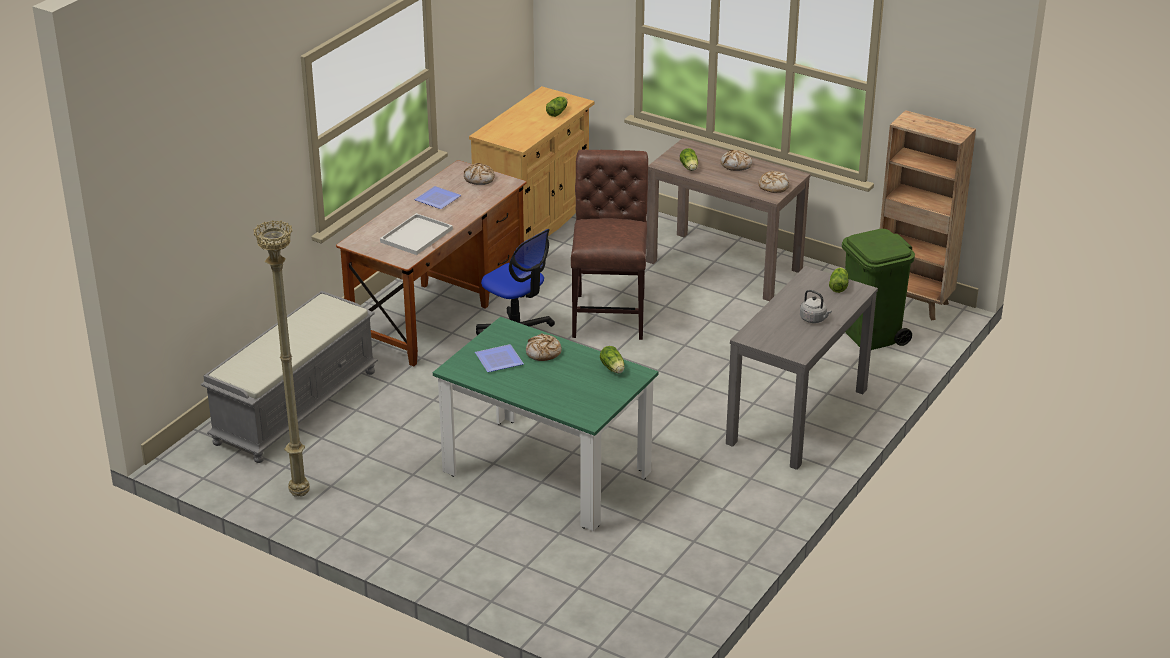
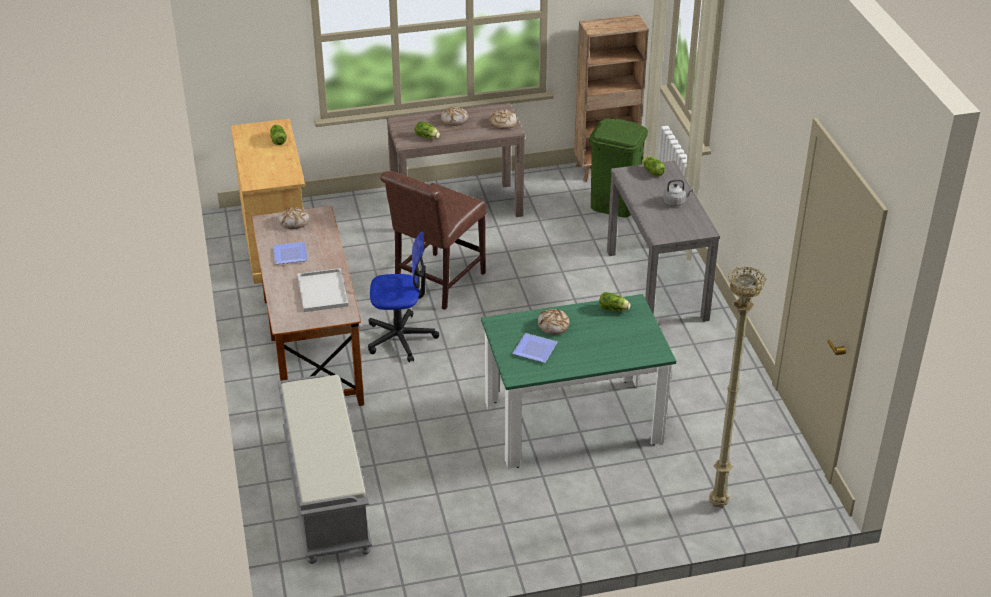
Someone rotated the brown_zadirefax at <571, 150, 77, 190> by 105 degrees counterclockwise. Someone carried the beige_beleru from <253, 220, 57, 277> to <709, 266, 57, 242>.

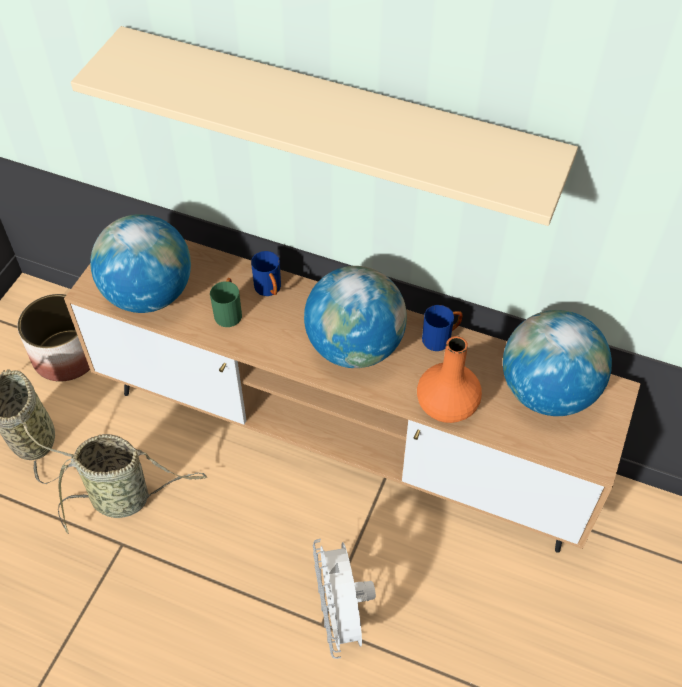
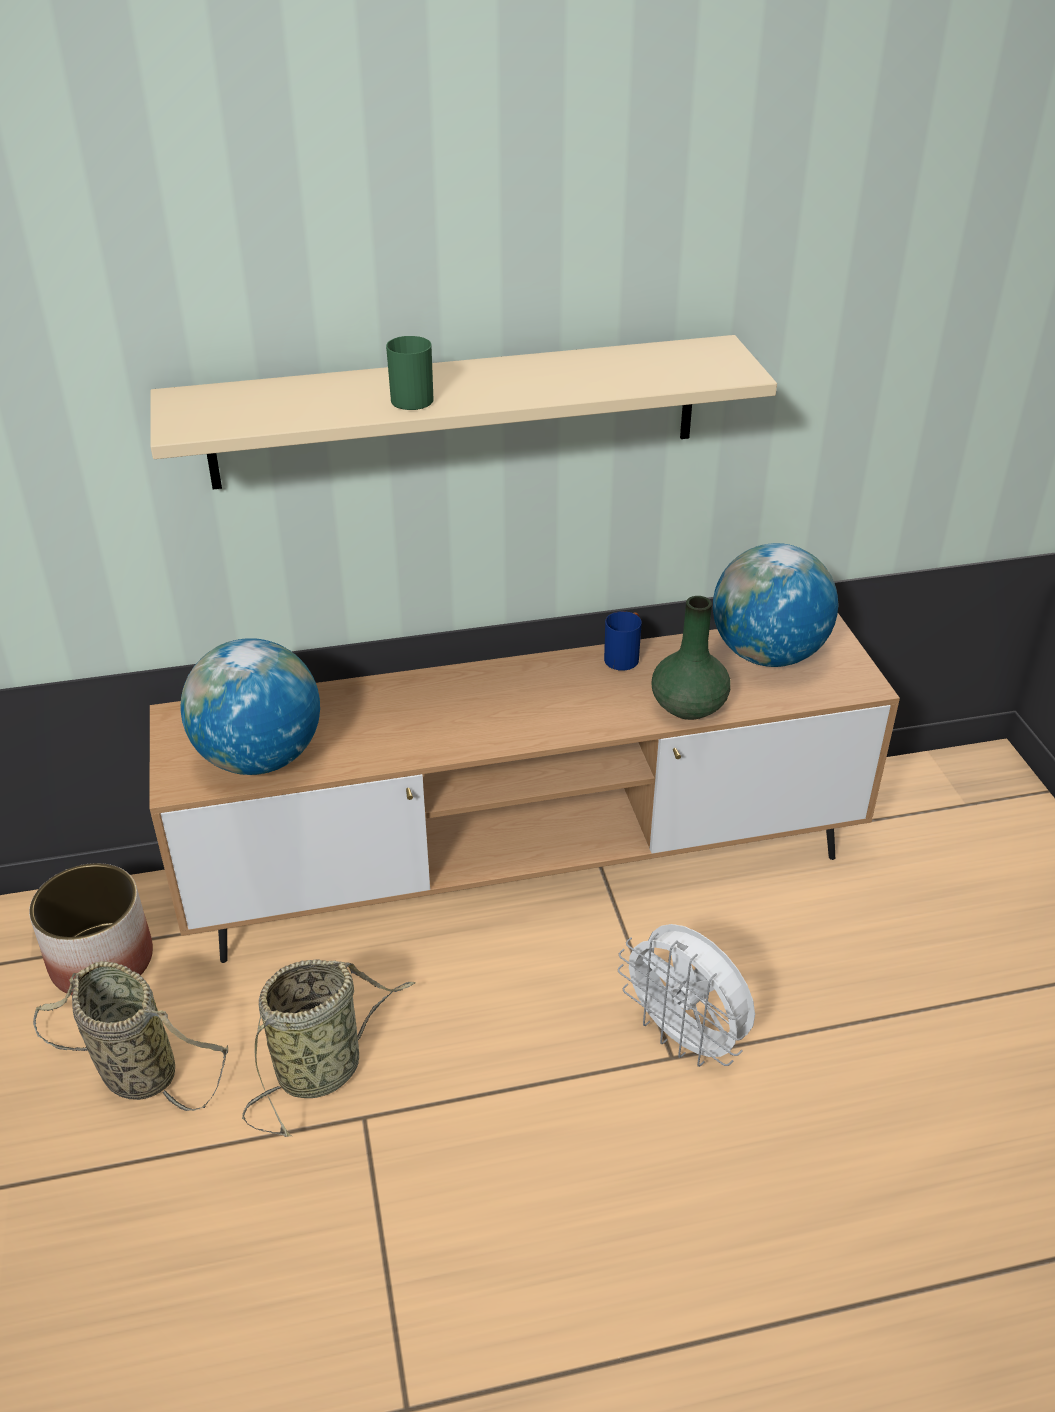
Someone took away the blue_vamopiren at <251, 251, 30, 45>. Someone took away the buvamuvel at <304, 266, 103, 102>. Someone carried the green_vamopiren from <210, 278, 32, 49> to <386, 336, 48, 74>. Someone repainted the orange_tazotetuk at <417, 336, 65, 87>, which became the green_tazotetuk at <651, 596, 79, 124>.

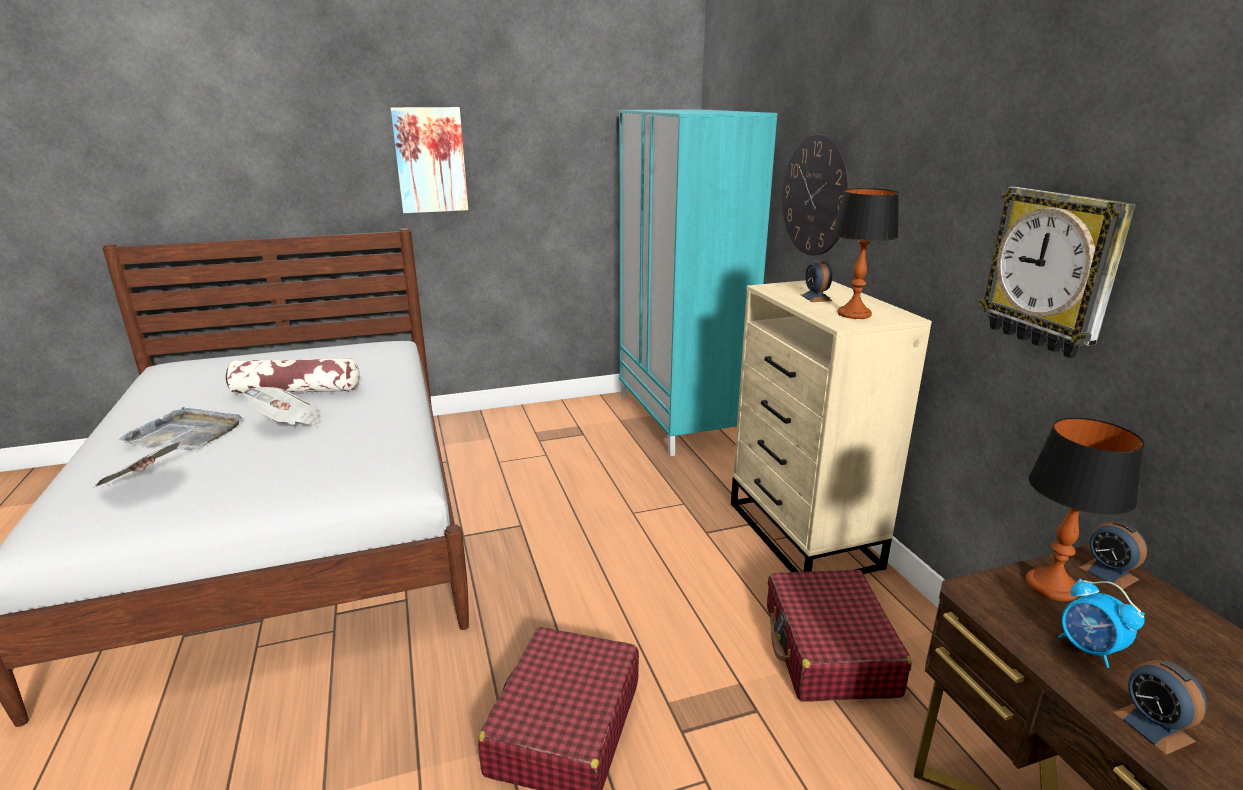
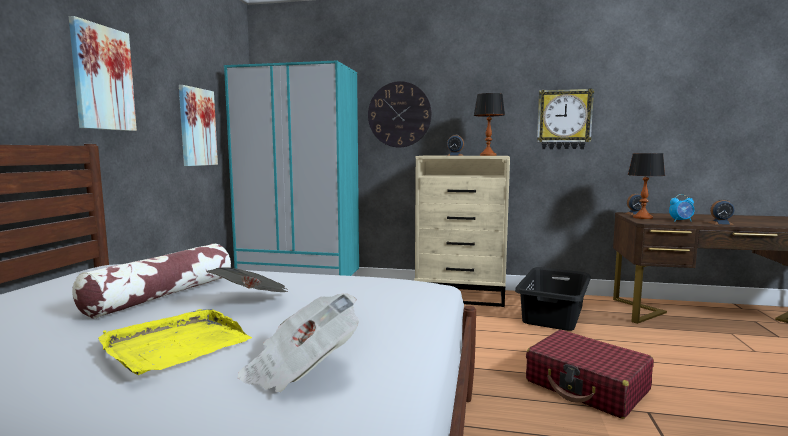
Someone repainted the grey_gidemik at <119, 407, 123, 43>, which became the yellow_gidemik at <98, 309, 154, 66>. Someone swapped the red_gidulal at <767, 570, 145, 132> for the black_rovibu at <515, 267, 76, 64>. Someone put up the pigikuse at <179, 85, 39, 81>.

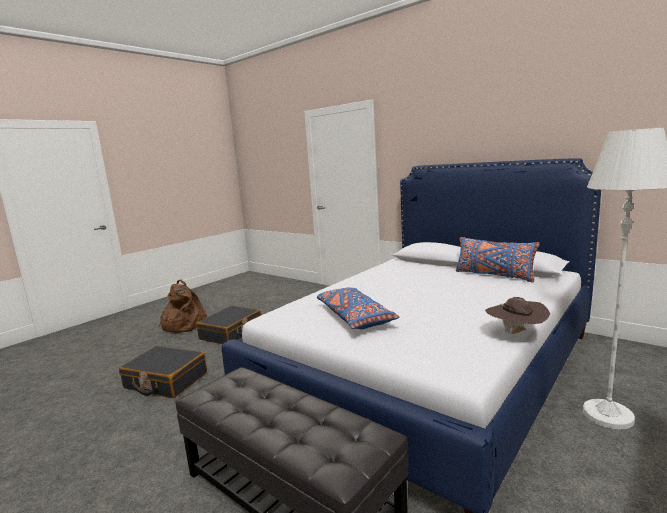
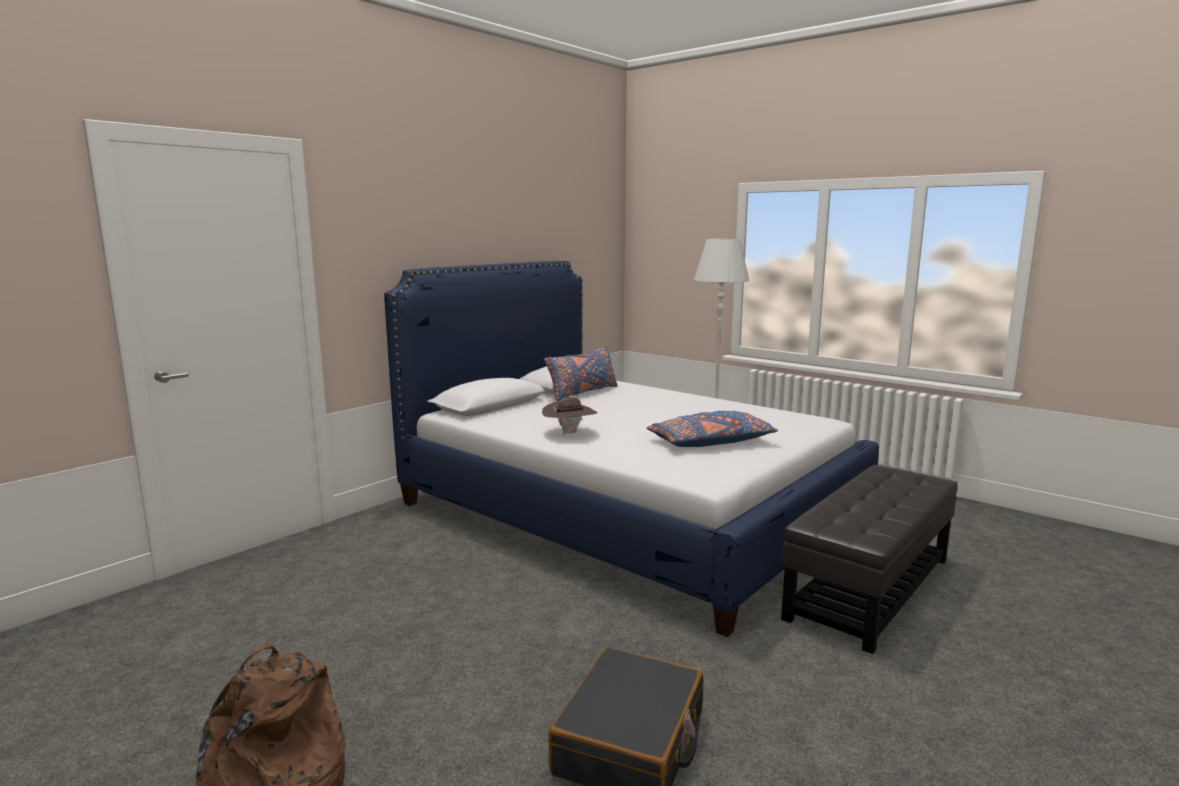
Someone carried the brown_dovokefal from <485, 297, 65, 37> to <542, 397, 55, 39>. Someone took away the black_gidulal at <196, 306, 65, 38>.

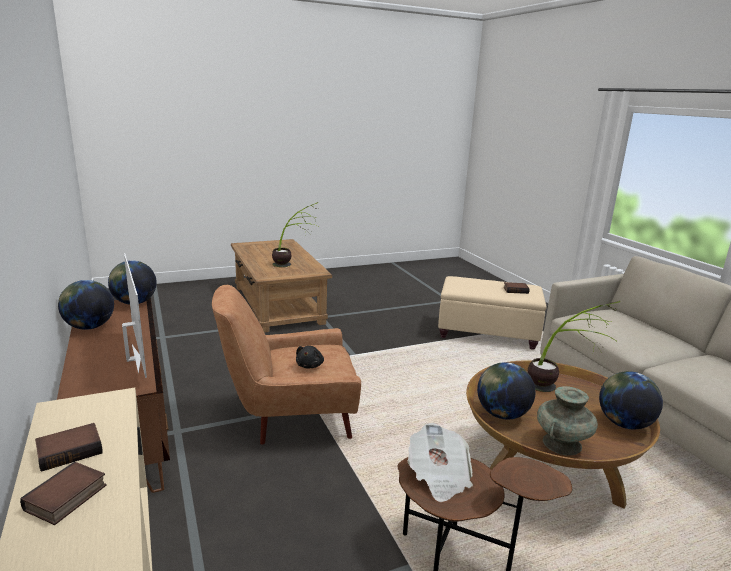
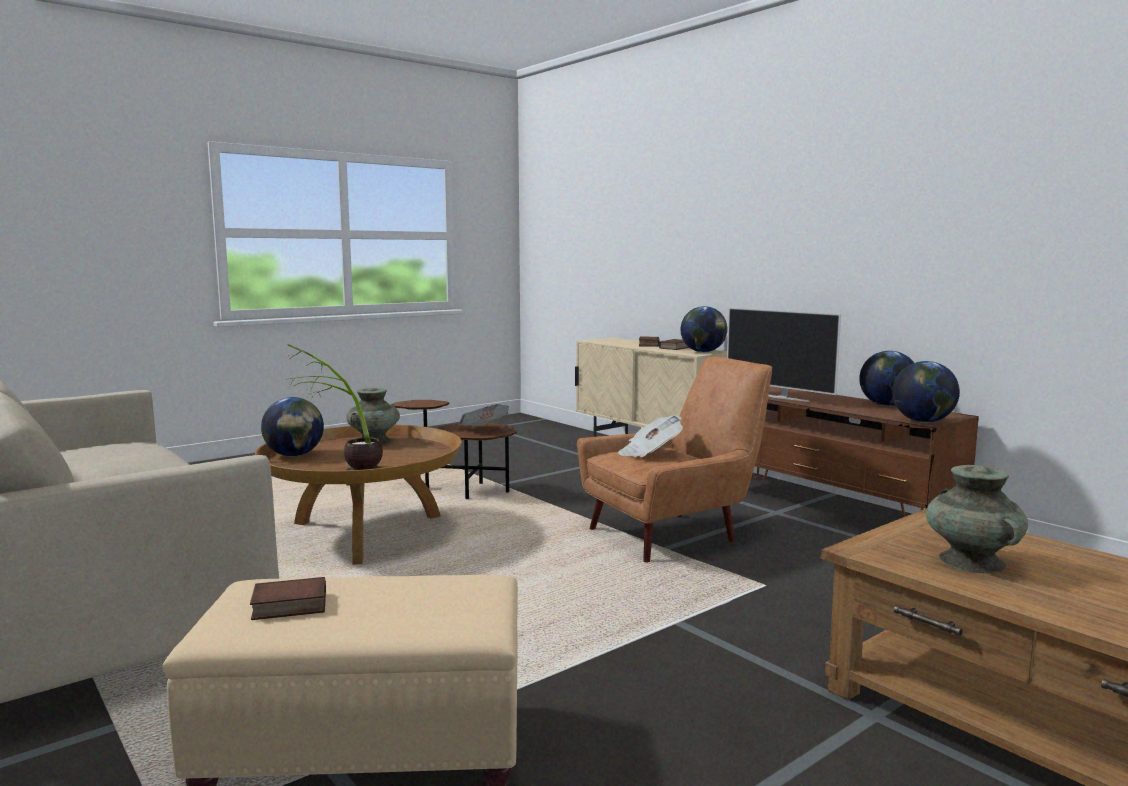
Someone swapped the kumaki at <272, 202, 46, 65> for the turquoise_tazotetuk at <926, 465, 102, 109>. Someone swapped the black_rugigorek at <296, 346, 28, 23> for the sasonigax at <618, 415, 65, 42>. Someone carried the buvamuvel from <477, 362, 58, 58> to <681, 306, 46, 46>.

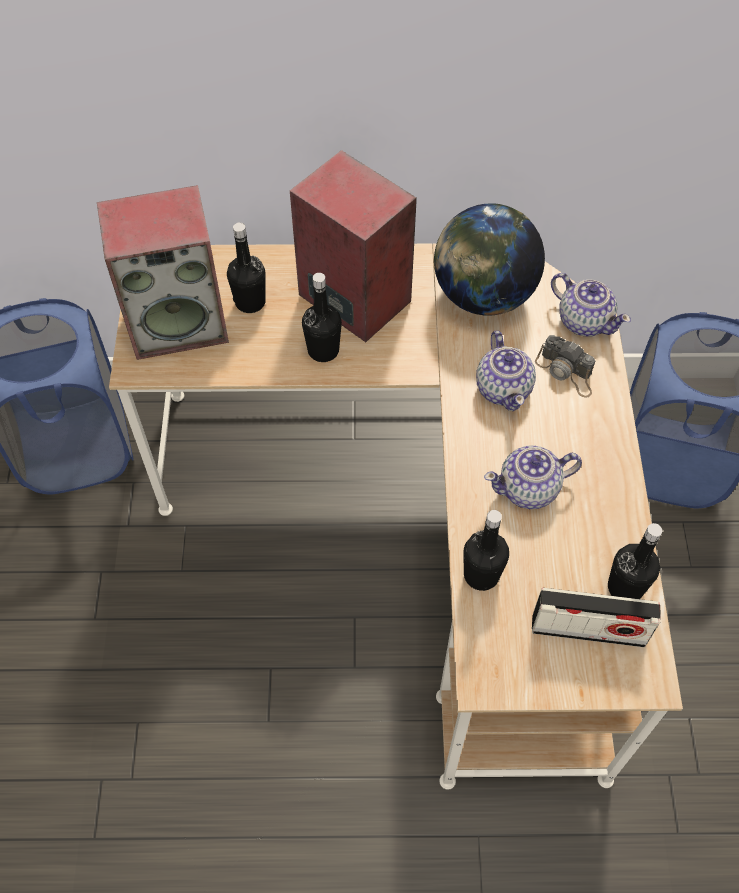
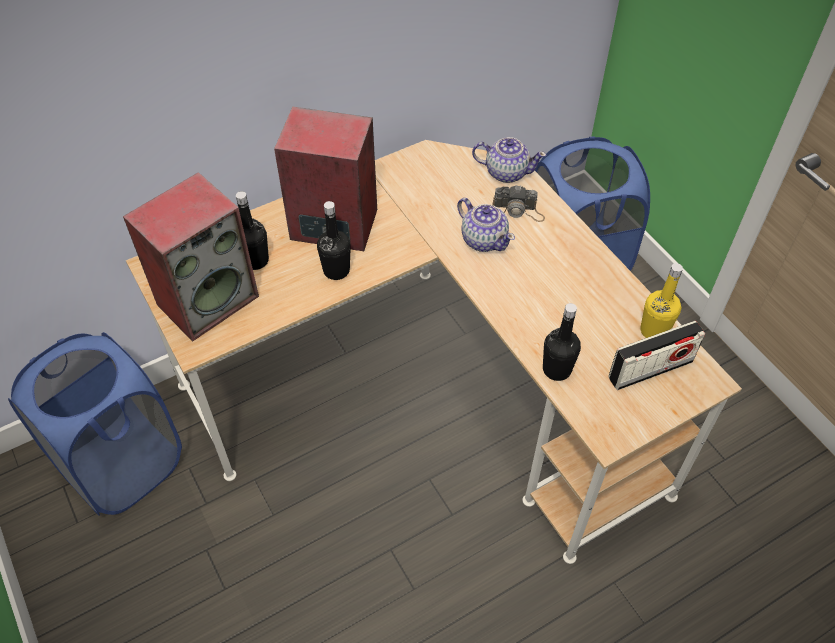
Someone took away the buvamuvel at <434, 203, 111, 113>. Someone took away the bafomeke at <484, 445, 98, 64>. Someone repainted the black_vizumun at <608, 523, 54, 76>, which became the yellow_vizumun at <640, 263, 43, 75>.

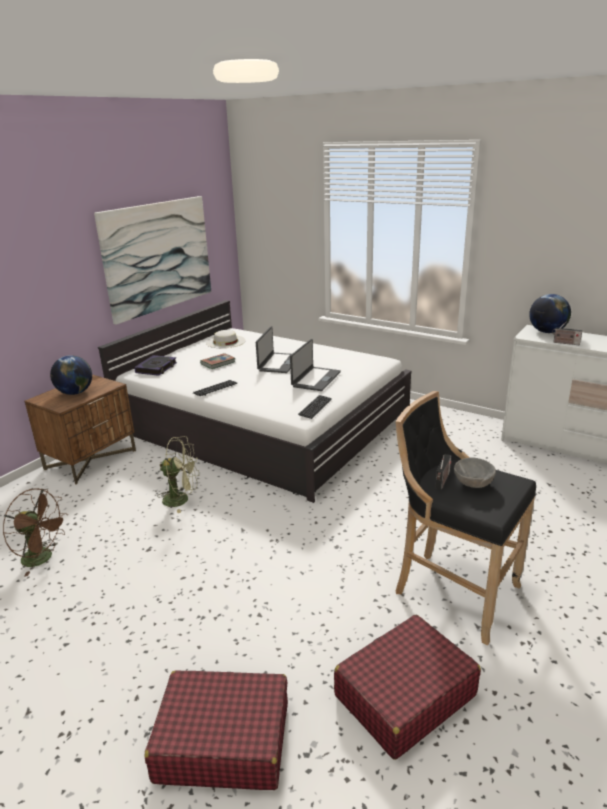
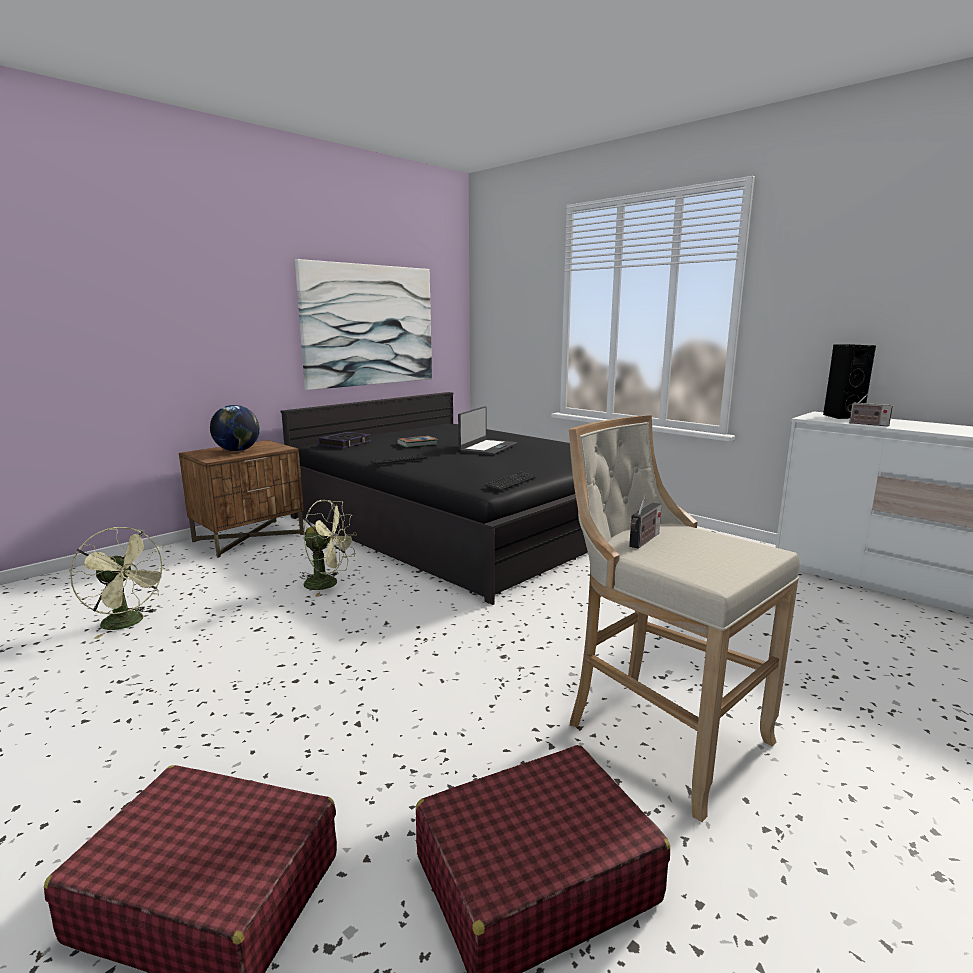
Someone swapped the buvamuvel at <529, 294, 42, 39> for the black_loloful at <823, 344, 53, 75>. Someone repainted the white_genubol at <98, 300, 314, 203>, which became the black_genubol at <281, 392, 307, 213>. Someone took away the white_dovokefal at <206, 330, 39, 18>. Someone took away the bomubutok at <290, 339, 51, 52>. Someone repainted the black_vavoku at <395, 391, 141, 254>, which became the beige_vavoku at <569, 415, 231, 407>. Someone took away the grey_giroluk at <454, 457, 42, 31>. Someone repainted the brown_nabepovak at <3, 488, 65, 88>, which became the green_nabepovak at <70, 527, 99, 112>.

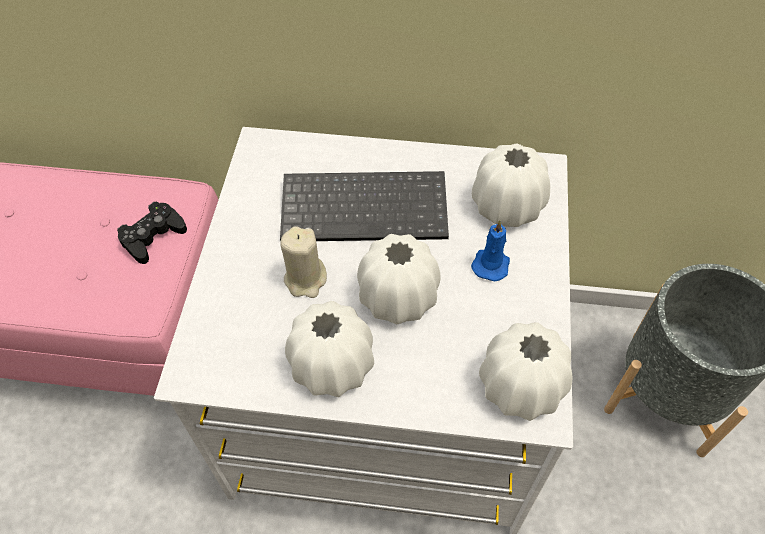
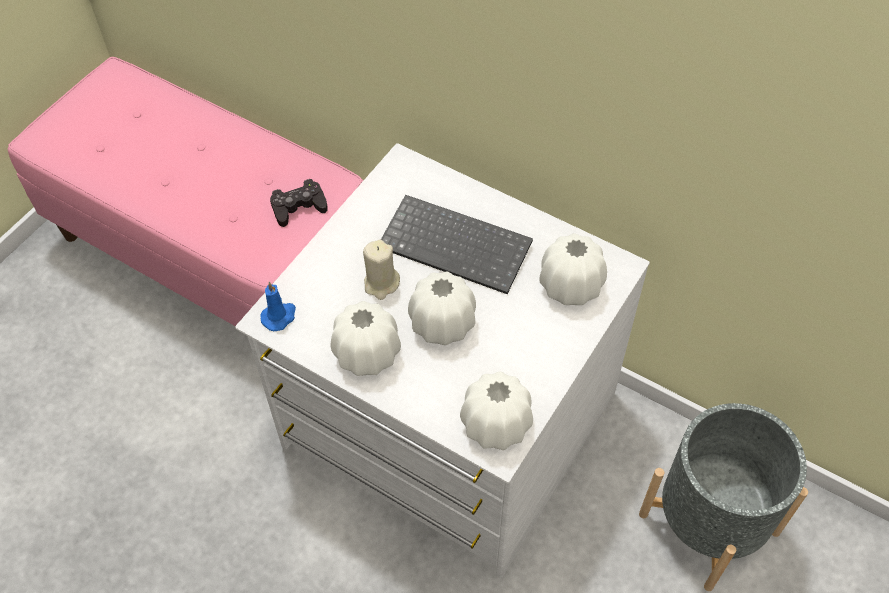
Someone carried the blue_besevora from <471, 220, 39, 61> to <260, 282, 36, 49>.

